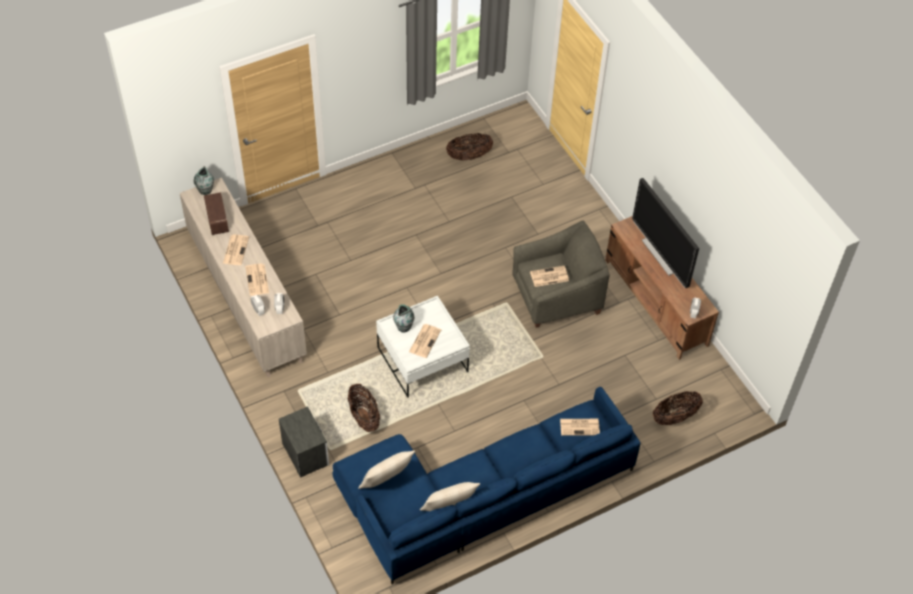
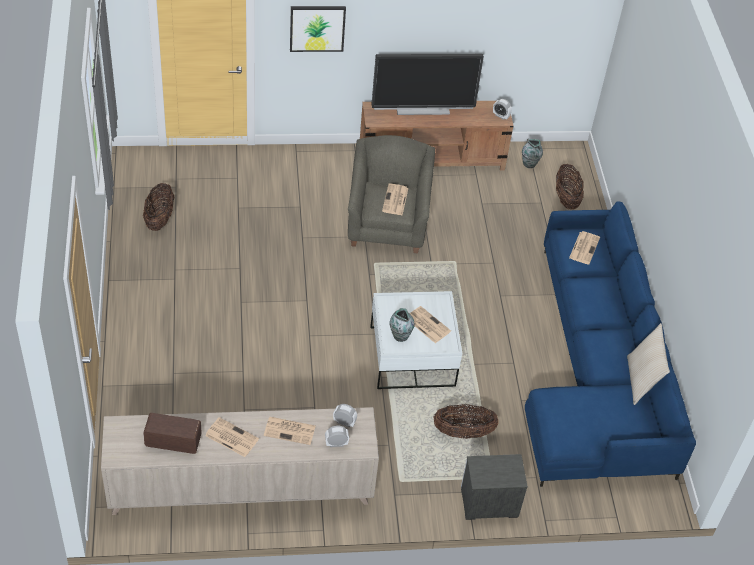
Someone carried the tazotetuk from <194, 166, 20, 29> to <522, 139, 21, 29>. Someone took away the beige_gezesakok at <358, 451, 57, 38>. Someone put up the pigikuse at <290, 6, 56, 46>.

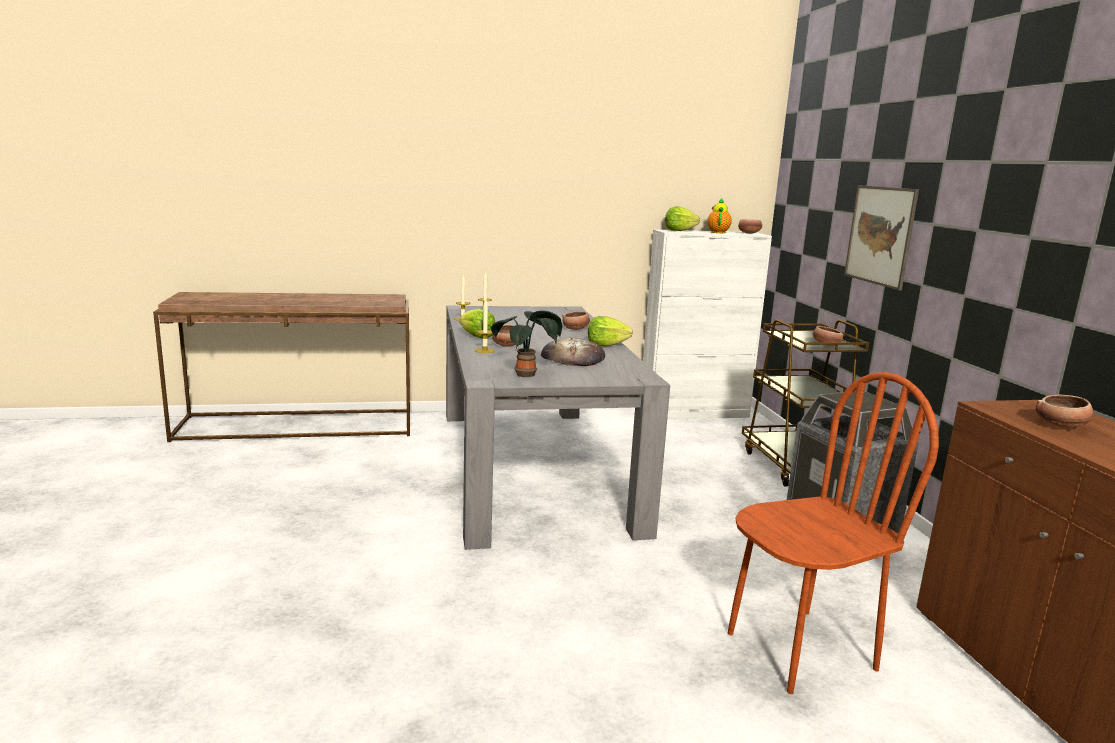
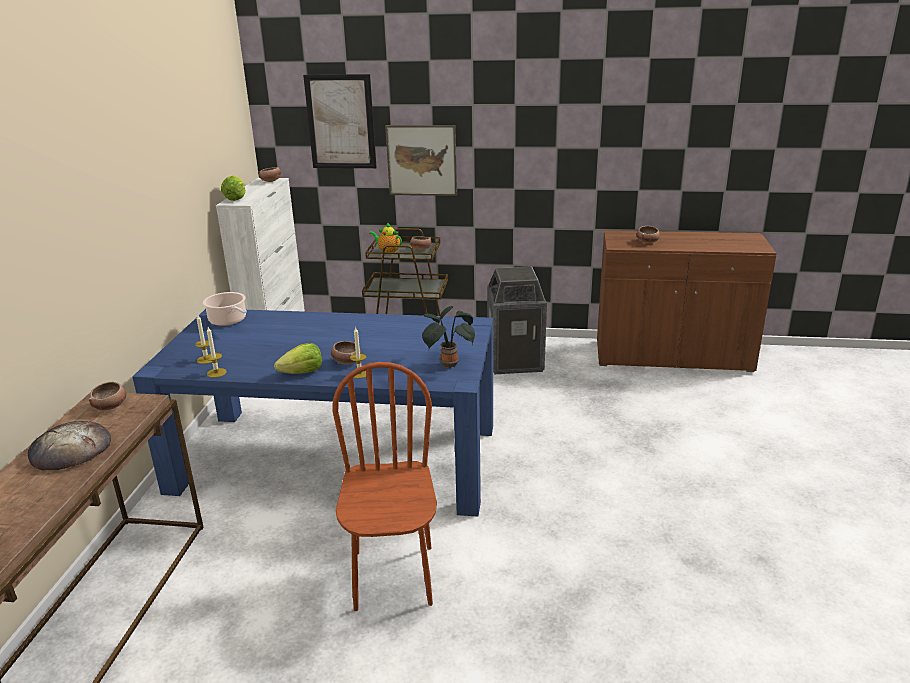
Someone carried the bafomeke from <707, 198, 25, 35> to <369, 222, 33, 30>. Someone repainted the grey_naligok at <446, 306, 224, 244>, which became the blue_naligok at <132, 309, 361, 208>. Someone carried the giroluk from <562, 311, 28, 19> to <89, 382, 37, 28>. Someone took away the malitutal at <588, 316, 45, 30>. Someone carried the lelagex from <541, 337, 64, 29> to <28, 421, 83, 49>. Someone carried the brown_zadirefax from <728, 372, 211, 322> to <332, 362, 105, 249>. Someone put up the pigikuse at <303, 74, 74, 94>. Someone put down the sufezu at <203, 292, 44, 34>.

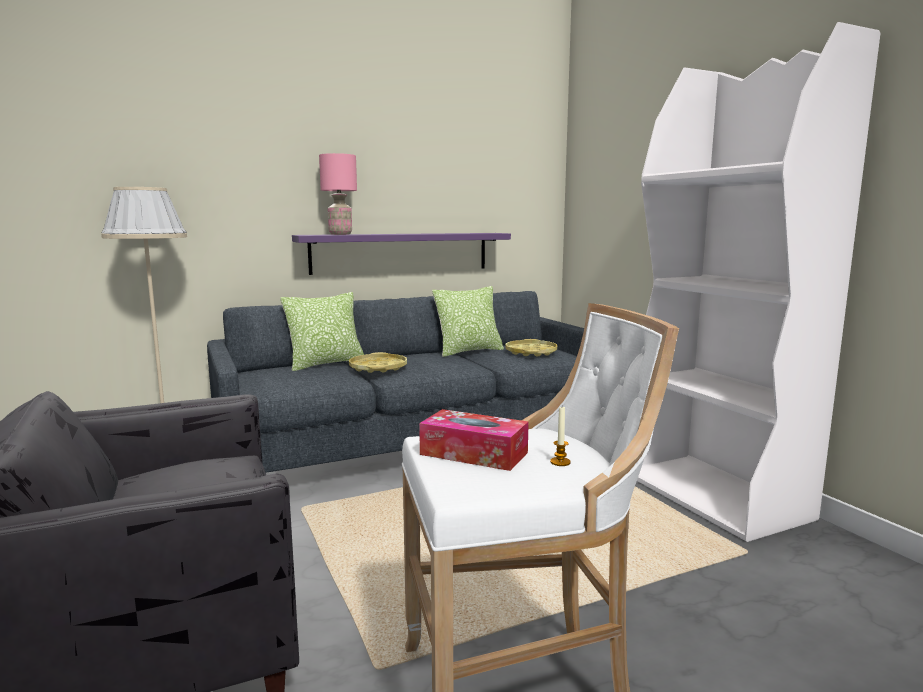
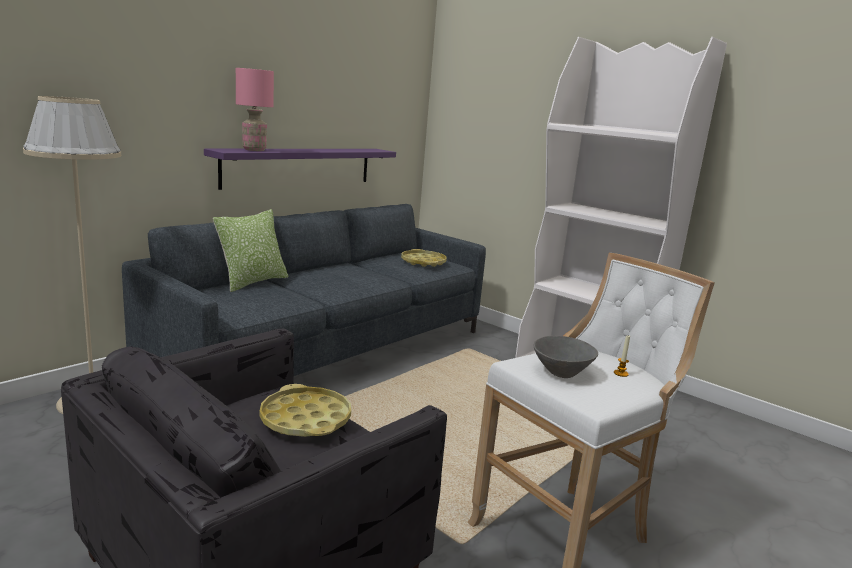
Someone took away the gezesakok at <432, 286, 72, 71>. Someone carried the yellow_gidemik from <349, 352, 58, 21> to <260, 384, 91, 53>. Someone swapped the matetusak at <419, 409, 110, 62> for the grey_giroluk at <533, 336, 65, 42>.

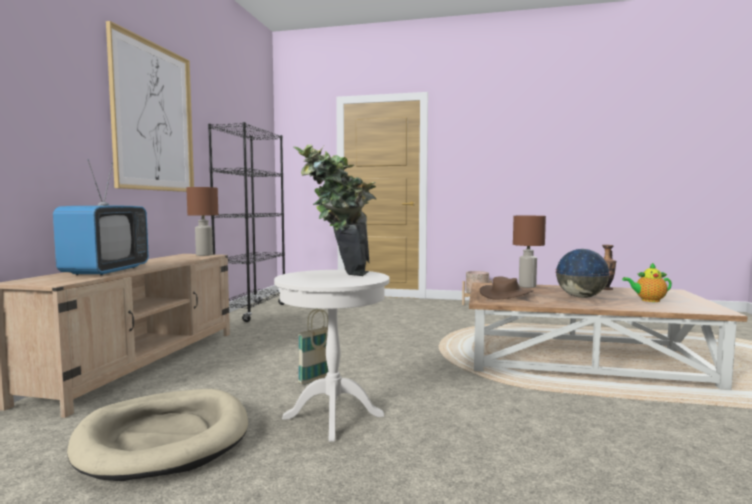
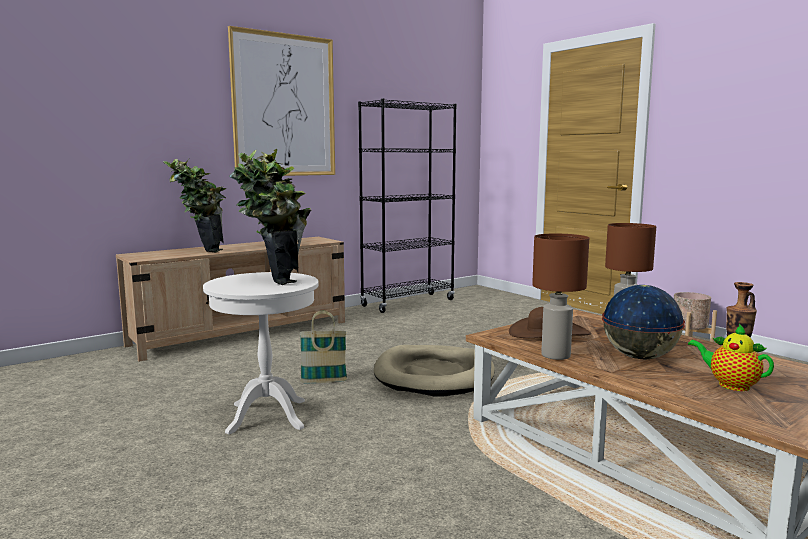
Someone swapped the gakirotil at <53, 159, 96, 117> for the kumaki at <163, 159, 63, 94>. Someone carried the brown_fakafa from <186, 187, 32, 69> to <532, 234, 57, 126>. Someone carried the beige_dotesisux from <67, 389, 181, 92> to <374, 345, 121, 52>.

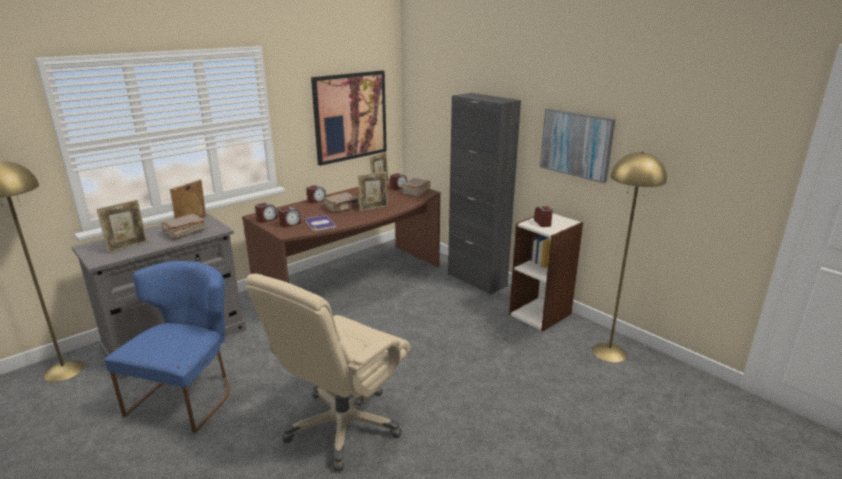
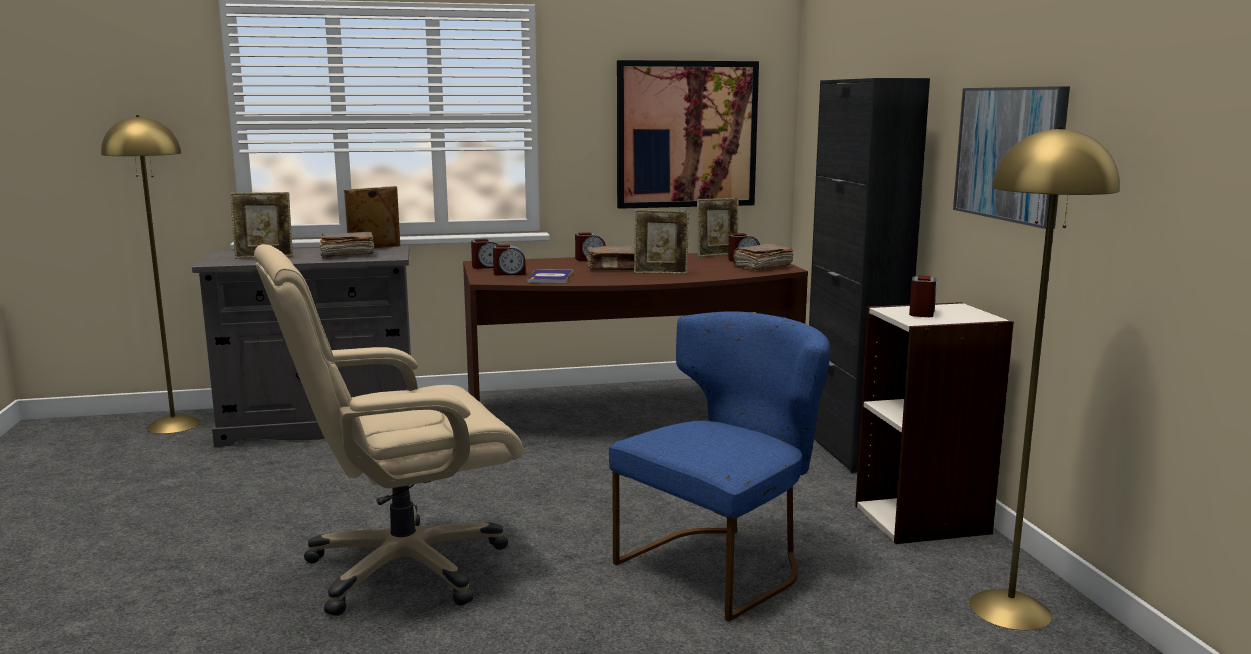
Someone carried the blue_zadirefax from <104, 261, 126, 173> to <609, 311, 221, 311>.

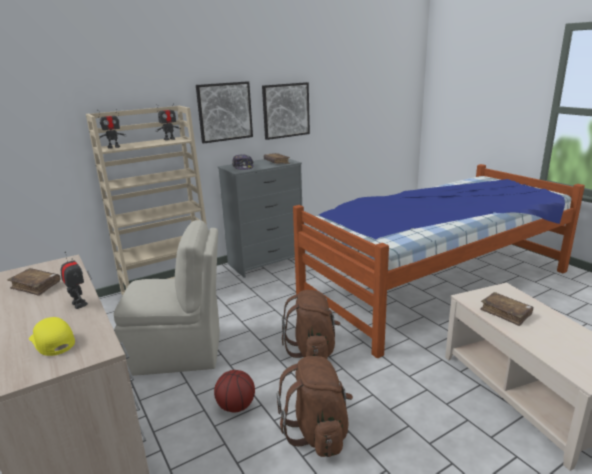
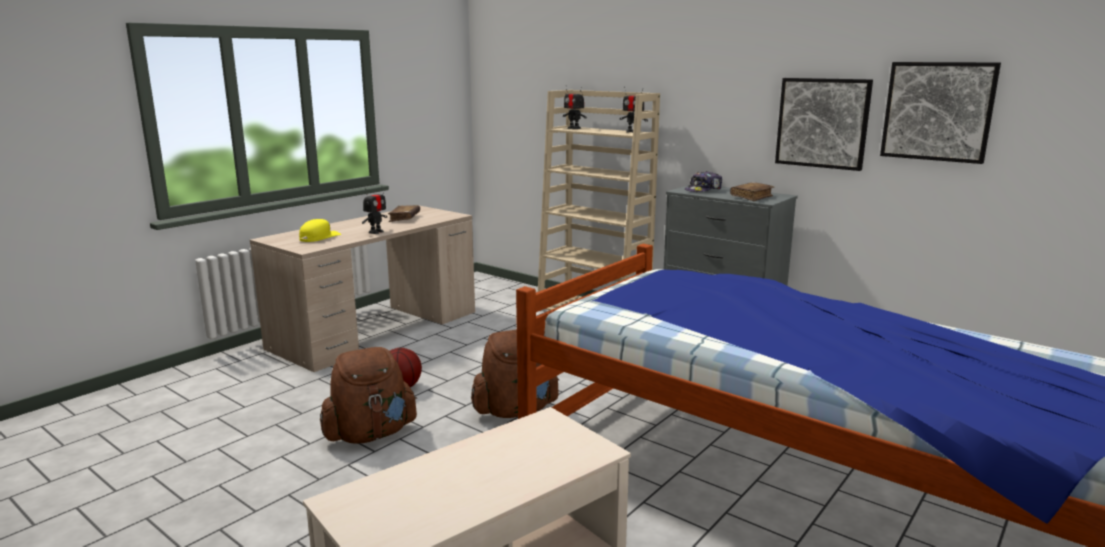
Someone carried the pigikuse from <196, 81, 57, 63> to <880, 62, 121, 102>. Someone took away the beige_zadirefax at <114, 220, 106, 156>. Someone took away the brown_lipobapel at <480, 292, 53, 34>.

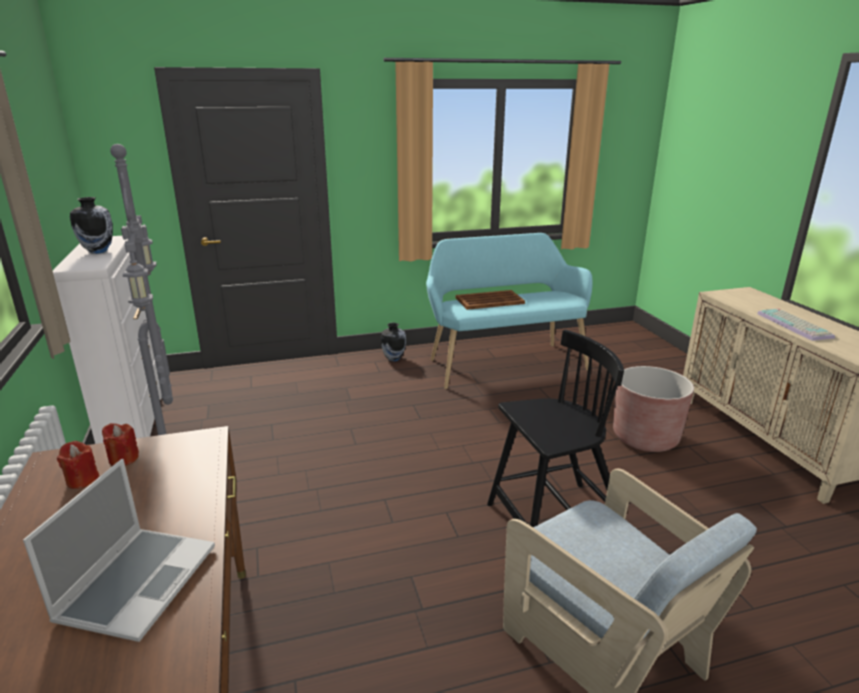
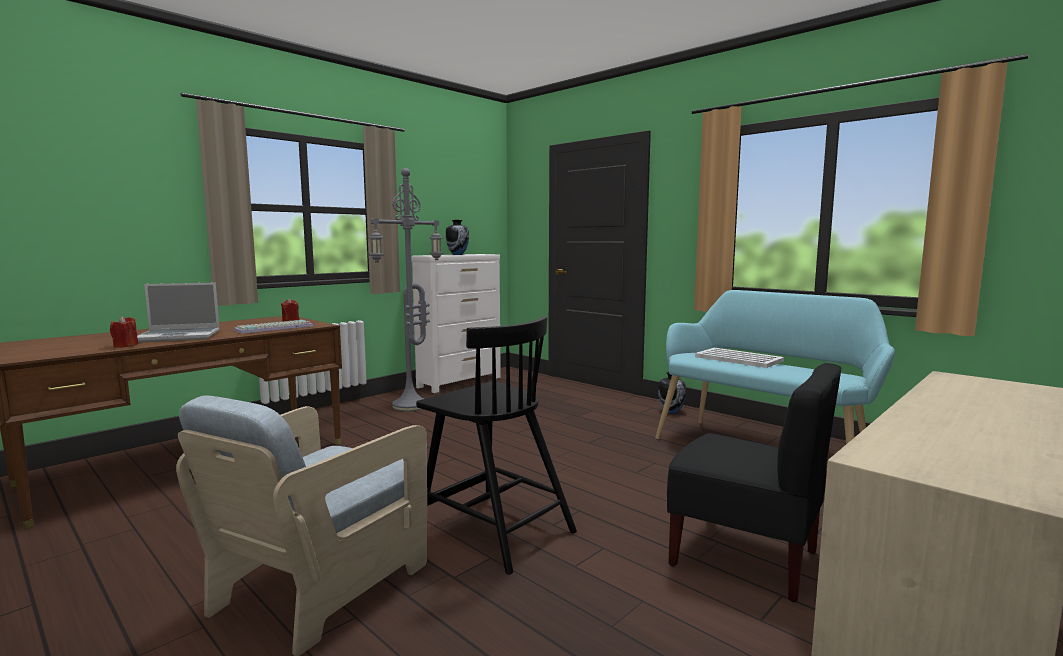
Someone repainted the brown_gidemik at <456, 290, 69, 20>, which became the white_gidemik at <695, 348, 89, 20>. Someone carried the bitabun from <757, 308, 78, 33> to <234, 320, 79, 14>. Someone swapped the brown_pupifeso at <613, 366, 81, 86> for the black_zadirefax at <667, 363, 174, 239>. Someone carried the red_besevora from <57, 441, 43, 48> to <110, 316, 28, 32>.

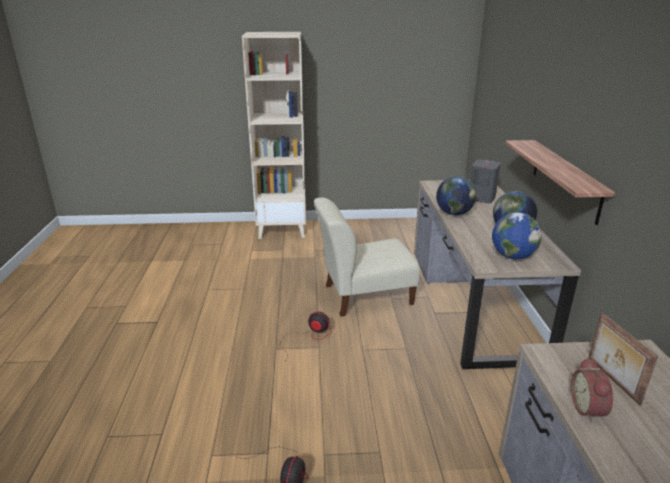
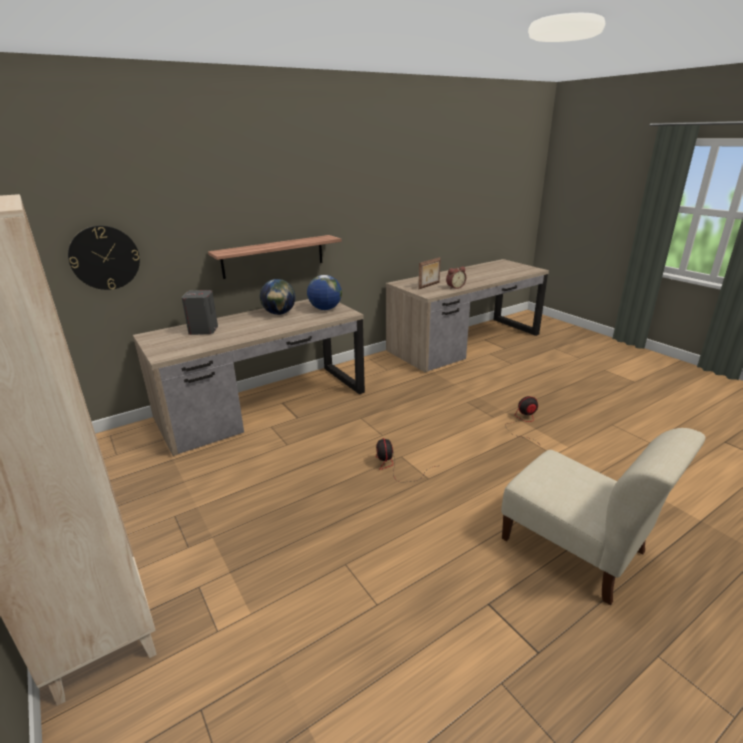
Someone took away the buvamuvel at <436, 176, 40, 39>. Someone carried the beige_zadirefax from <314, 198, 106, 118> to <501, 428, 205, 177>. Someone put up the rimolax at <68, 226, 72, 64>.

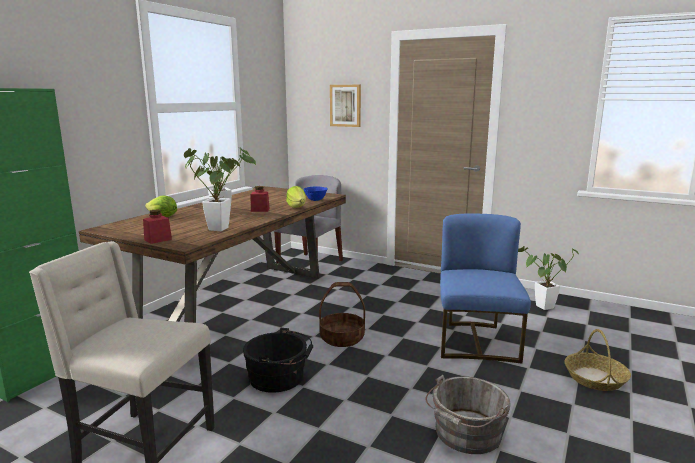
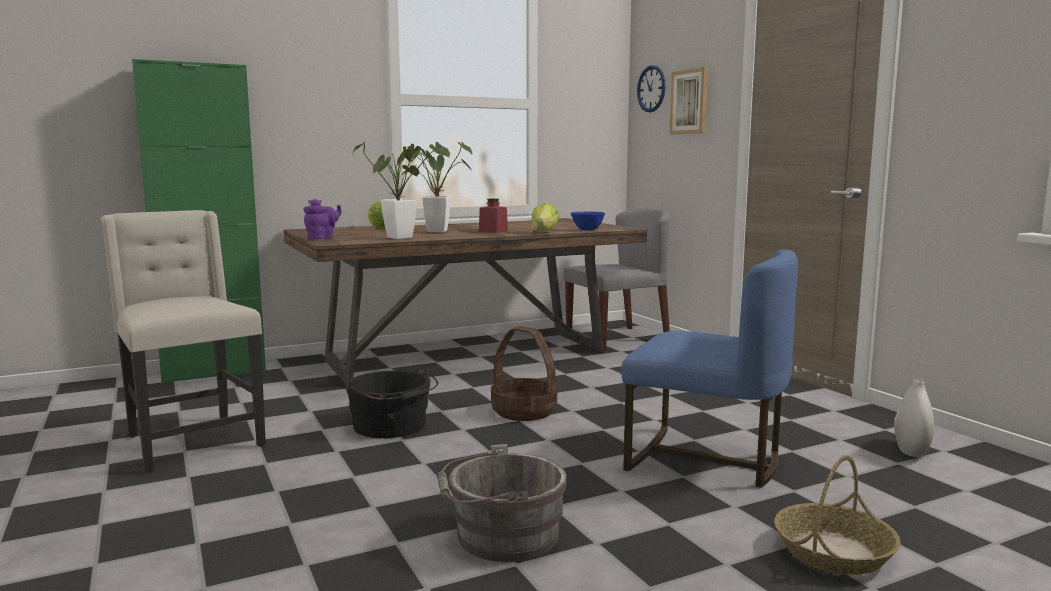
Someone swapped the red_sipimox at <143, 209, 29, 35> for the purple_bafomeke at <304, 199, 37, 40>. Someone rotated the blue_zadirefax at <440, 213, 91, 150> by 75 degrees clockwise. Someone swapped the kumaki at <518, 246, 61, 64> for the white_tazotetuk at <894, 380, 40, 77>. Someone put up the rimolax at <637, 65, 29, 47>.

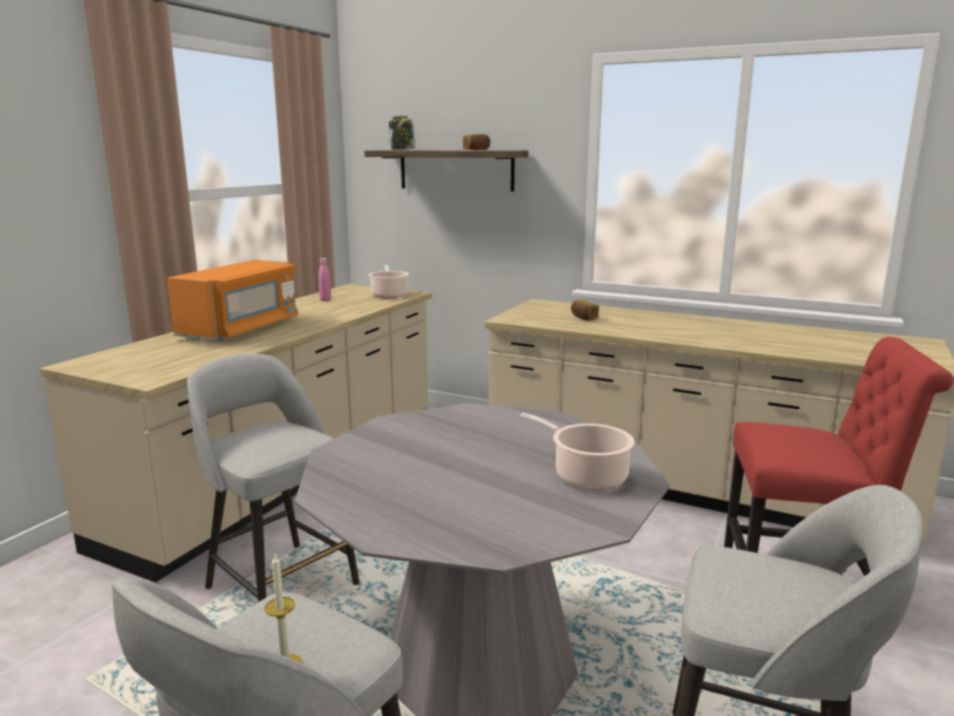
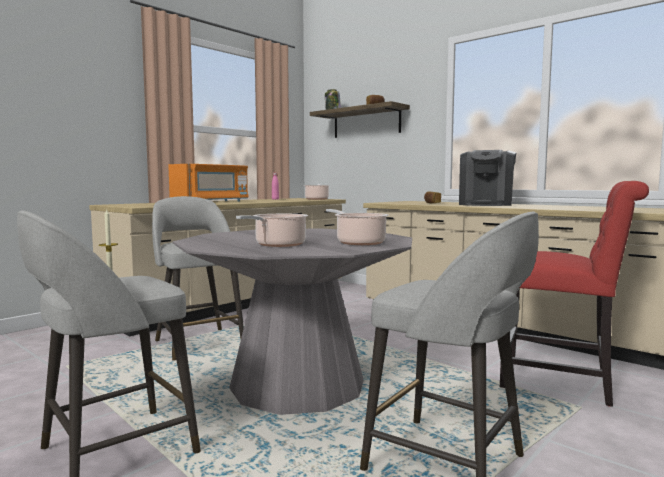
Someone put down the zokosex at <459, 150, 57, 56>. Someone put down the sufezu at <236, 214, 72, 33>.

